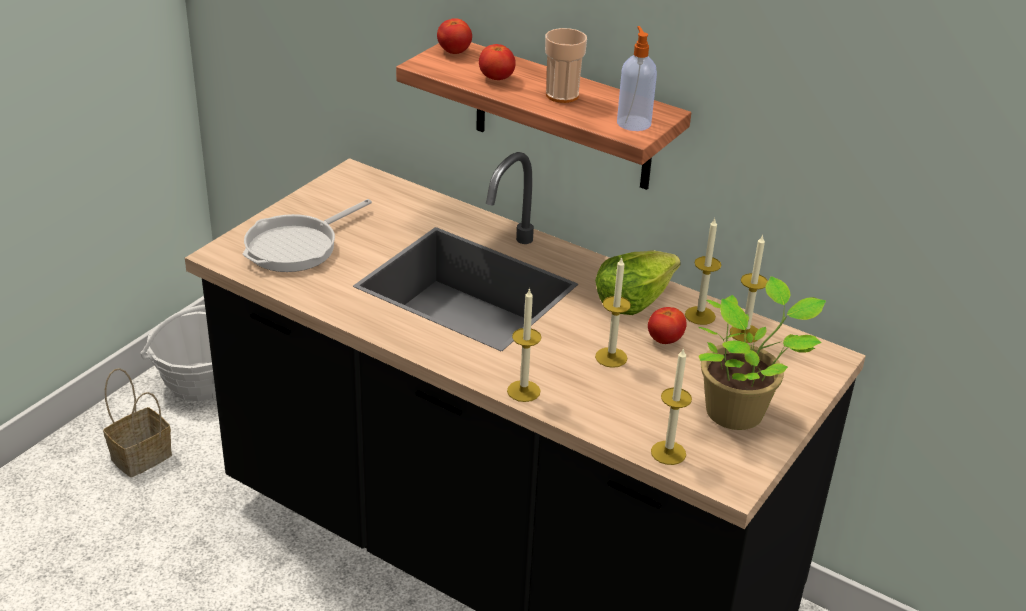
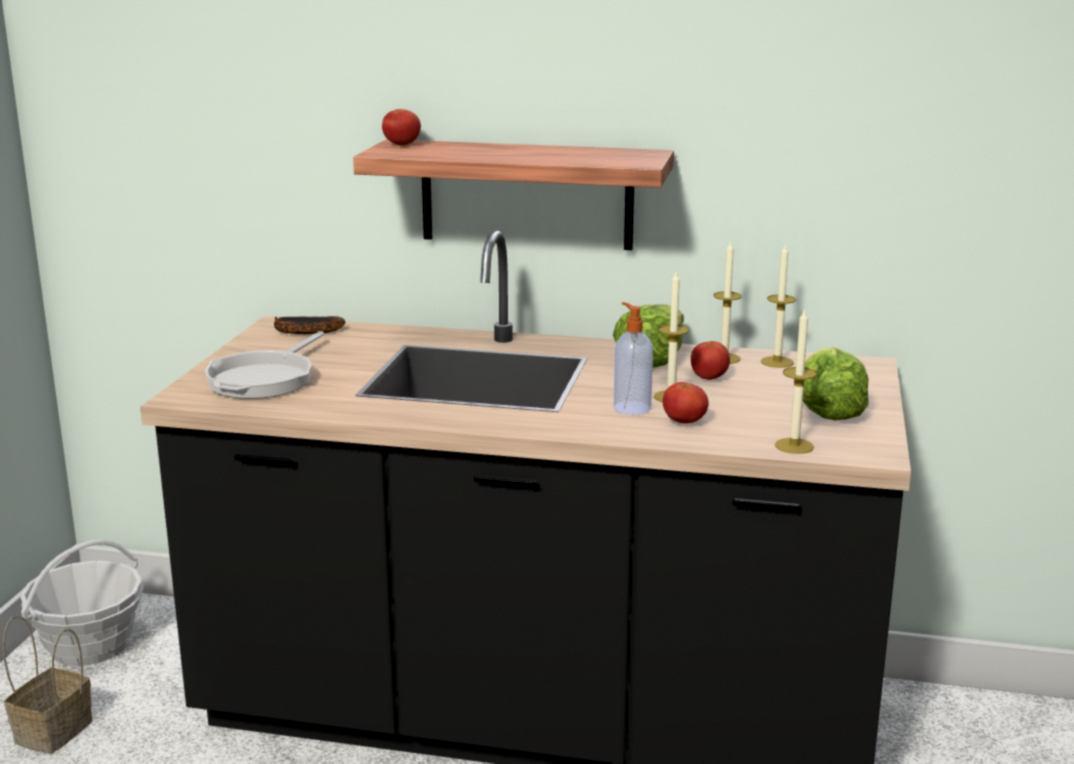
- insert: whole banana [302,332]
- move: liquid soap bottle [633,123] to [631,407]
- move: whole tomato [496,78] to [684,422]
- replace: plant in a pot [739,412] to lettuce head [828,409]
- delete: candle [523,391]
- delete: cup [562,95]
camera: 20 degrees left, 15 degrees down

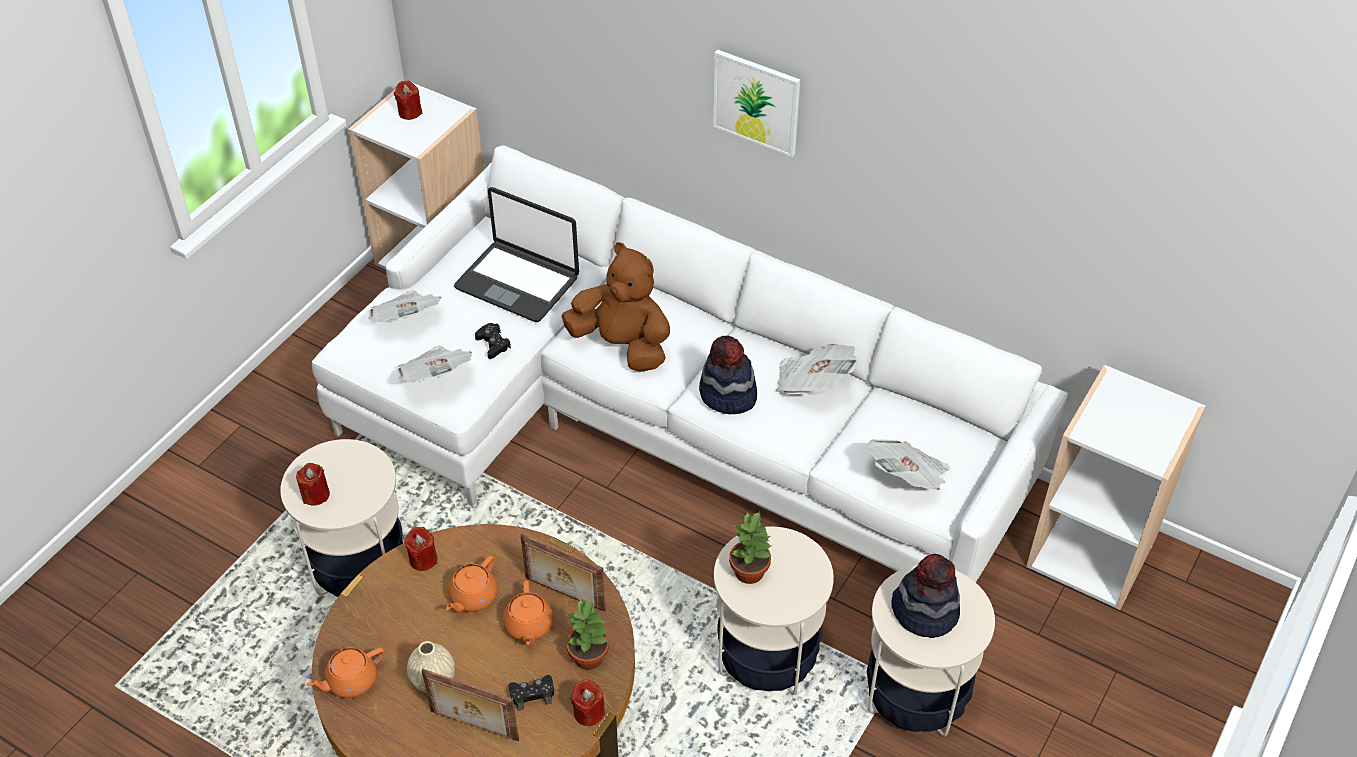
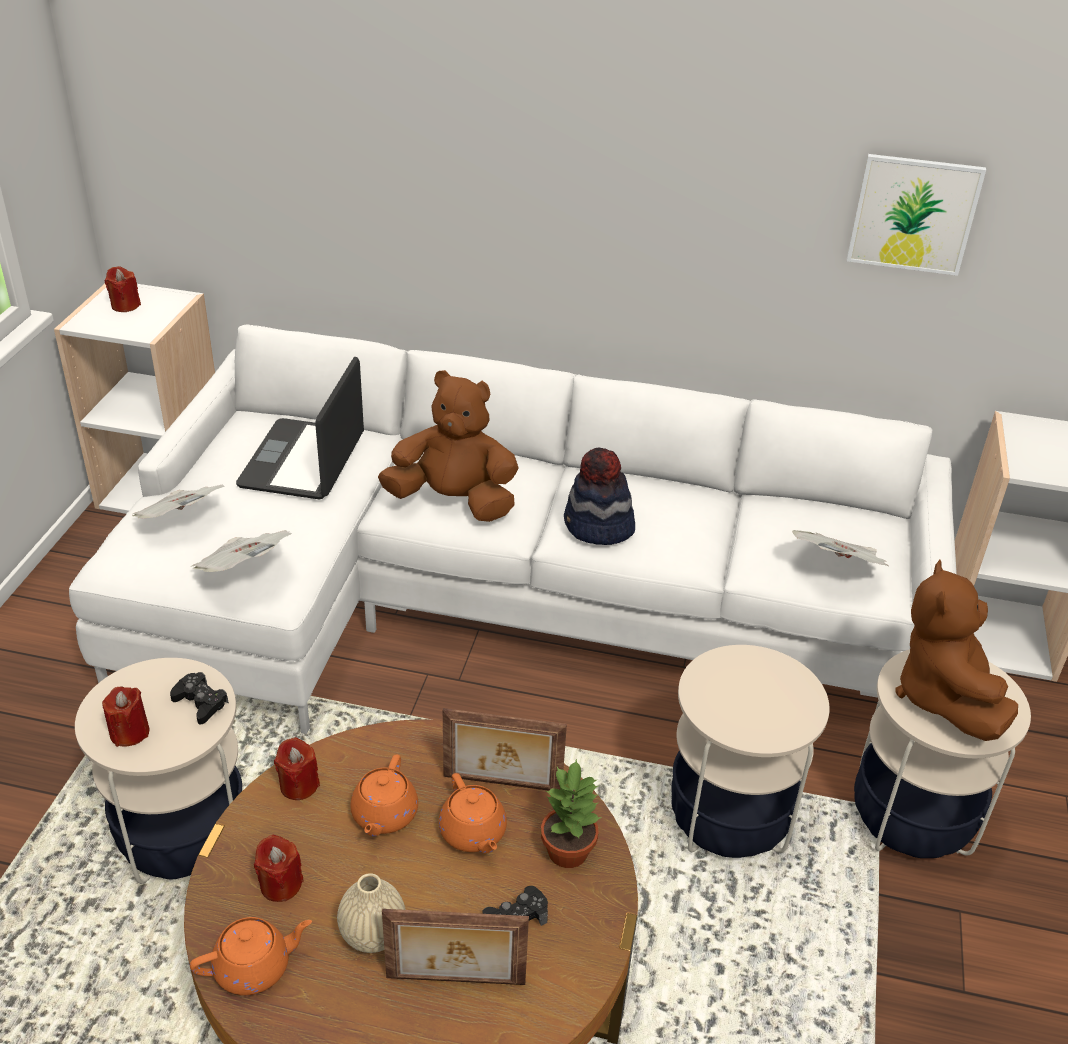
- move: game controller in black-coloured [493,344] to [200,702]
- rotate: tea pot in orange-coloured [350,681] = [254,967] 150 degrees counterclockwise
- rotate: laptop [518,282] = [304,461] 90 degrees clockwise
- move: candle in red-coloured [588,713] to [280,884]
- move: wall picture [756,102] to [913,214]
- replace: clothing hat [925,611] to soft toy in brown [943,697]
- delete: plant in a pot [750,572]
- delete: daily paper [813,383]
camera: 20 degrees left, 10 degrees down

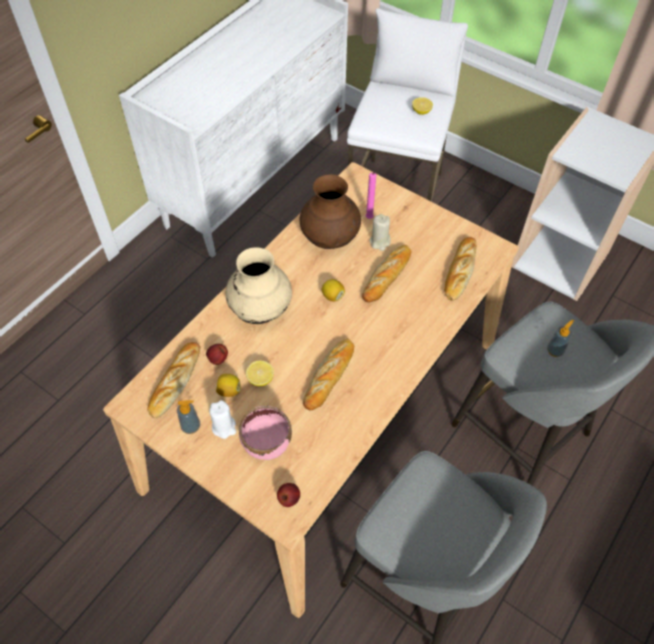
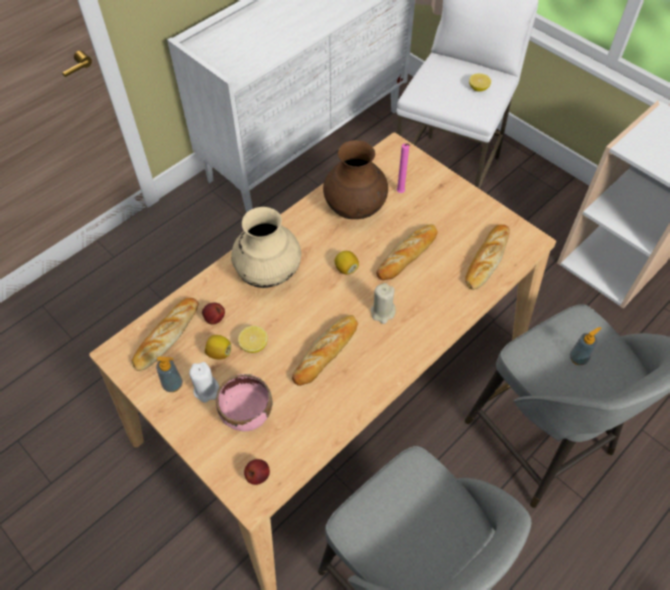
- move: candle in sand-coloured [380,242] to [382,312]
camera: 10 degrees right, 0 degrees up

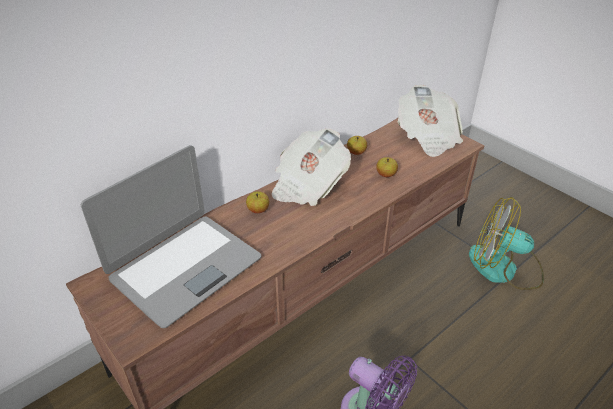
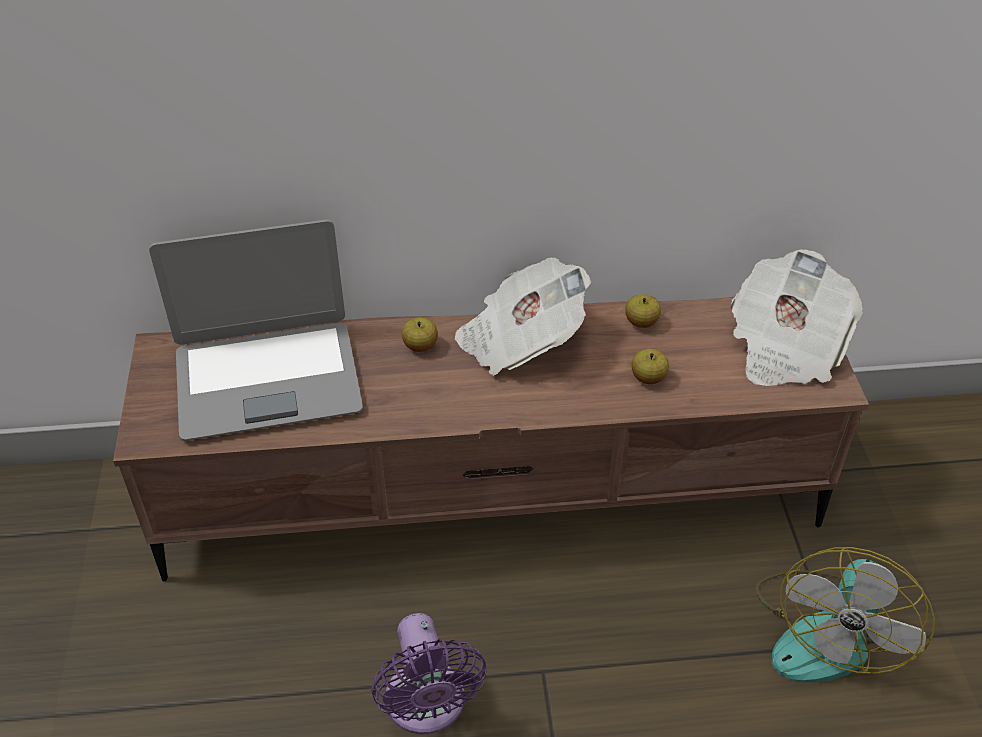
- rotate: fan [504,268] = [826,632] 120 degrees counterclockwise
camera: 35 degrees right, 5 degrees up

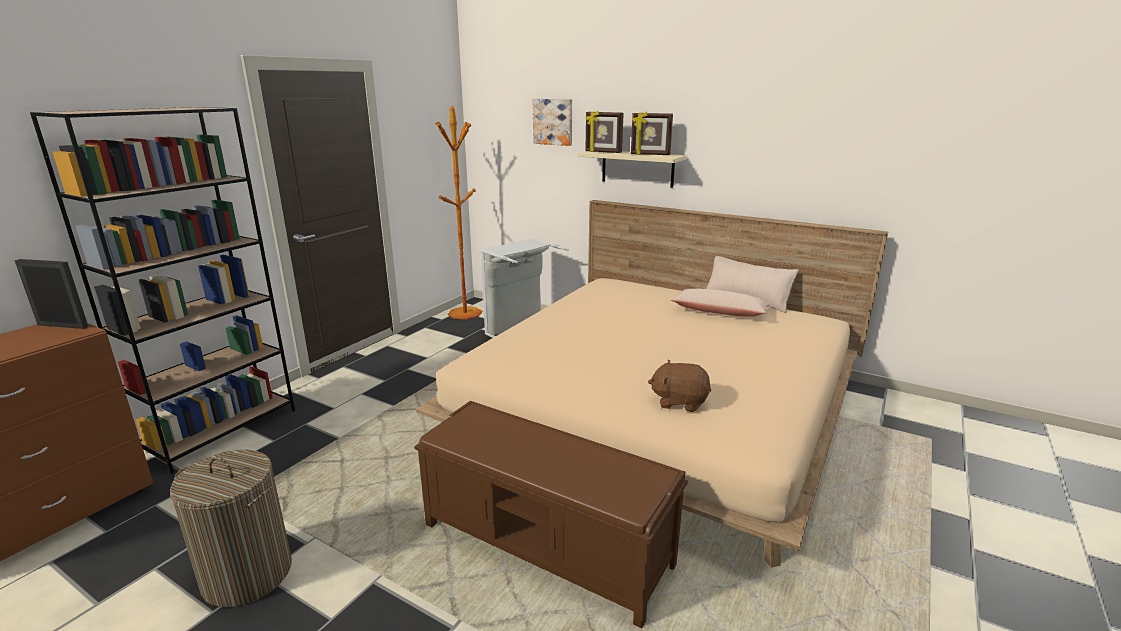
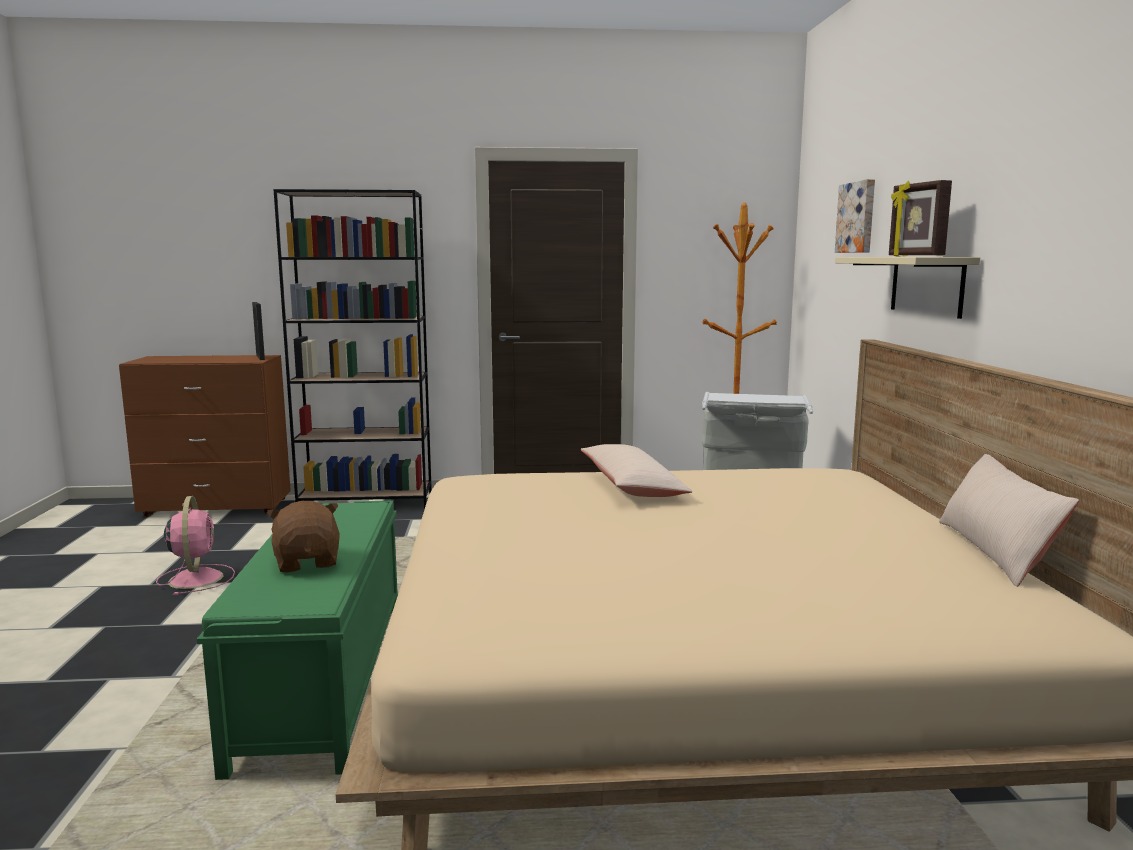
- replace: laundry basket [247,574] to fan in pinkish [196,578]
- recolor: long seat in brown [547,545] to long seat in green [324,682]
- move: soft toy in brown [679,401] to [308,562]
- move: cushion in sand-coloured [719,312] to [632,486]
- delete: picture frame [603,152]
camera: 55 degrees right, 10 degrees down

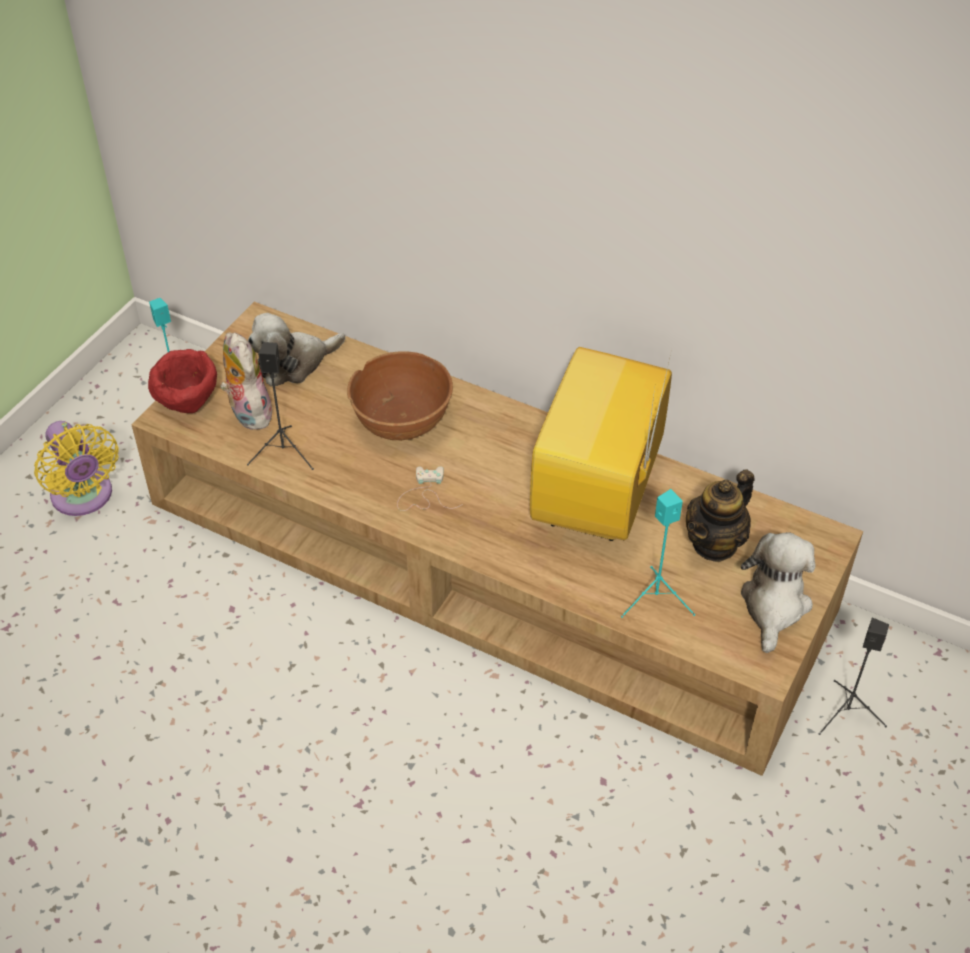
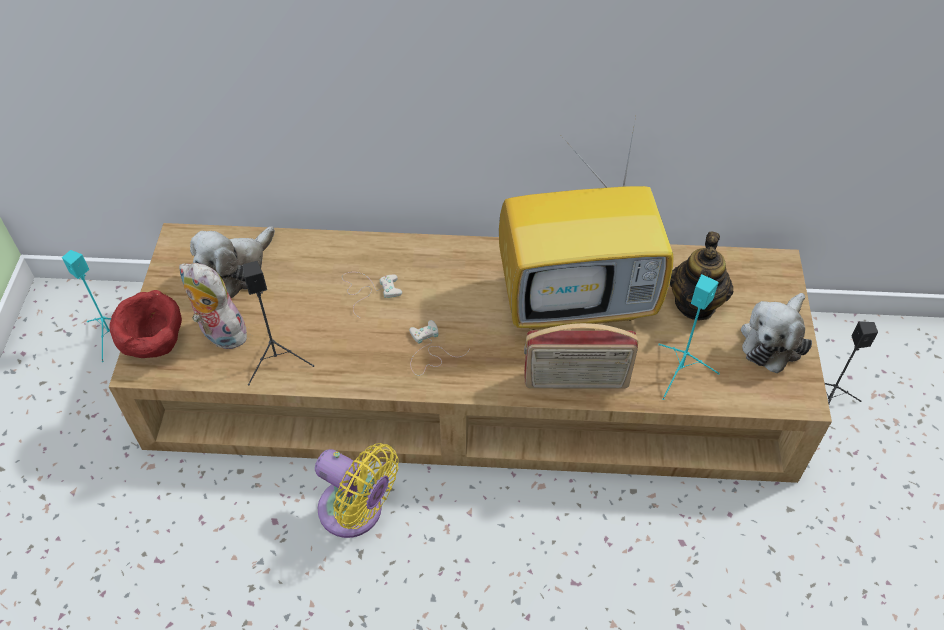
- move: fan in yellow-coloured [84,498] to [356,512]
- replace: deep dish in brown [402,421] to game controller in whitish [368,289]
- rotate: television [598,498] = [579,298] 90 degrees counterclockwise
- insert: radio set [576,381]
- rotate: soft toy [774,605] = [773,340] 135 degrees counterclockwise
camera: 25 degrees left, 5 degrees up

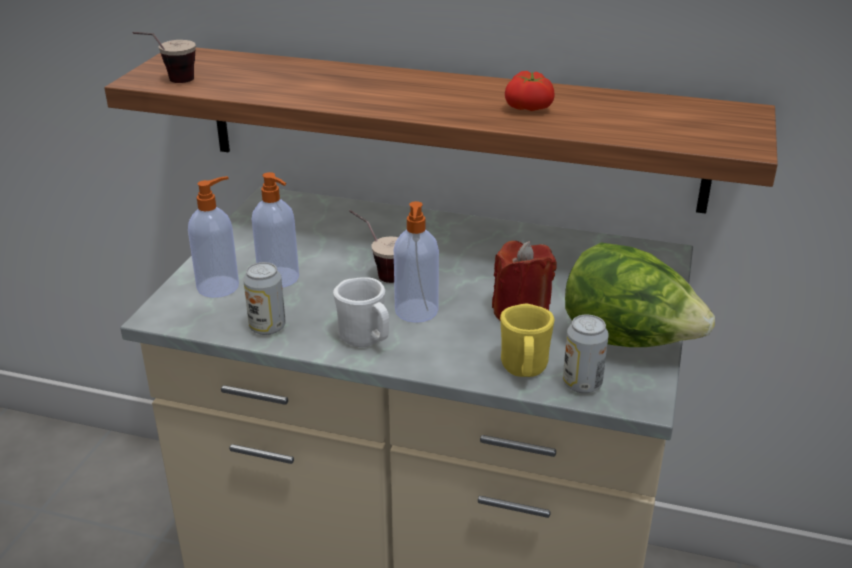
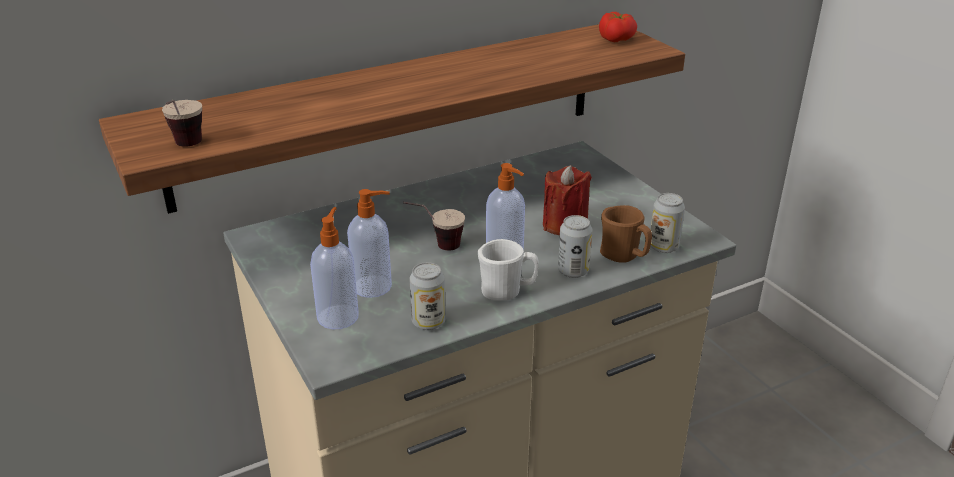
- insert: metal can [573,271]
- move: whole tomato [530,108] to [617,39]
- recolor: coffee mug in yellow-coloured [524,370] to coffee mug in brown [624,256]
- delete: lettuce head [628,341]
camera: 45 degrees left, 0 degrees up

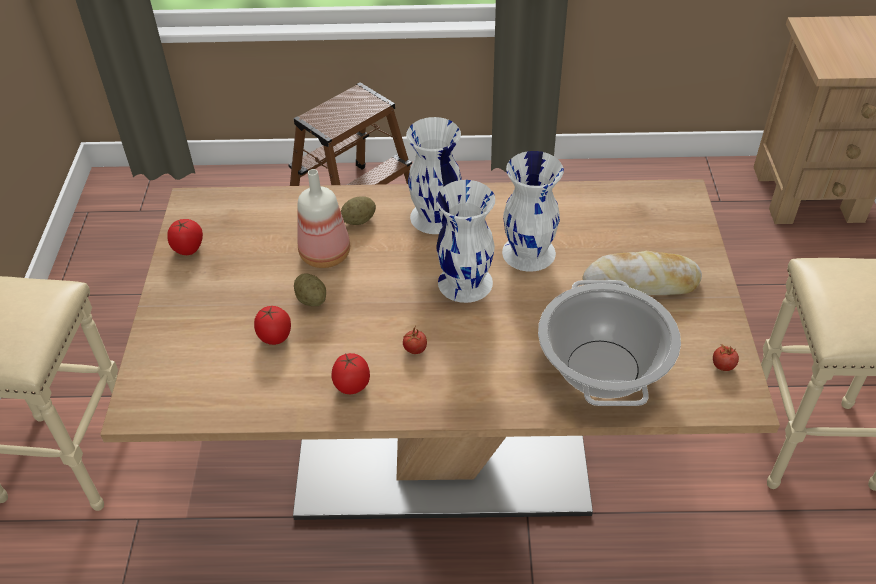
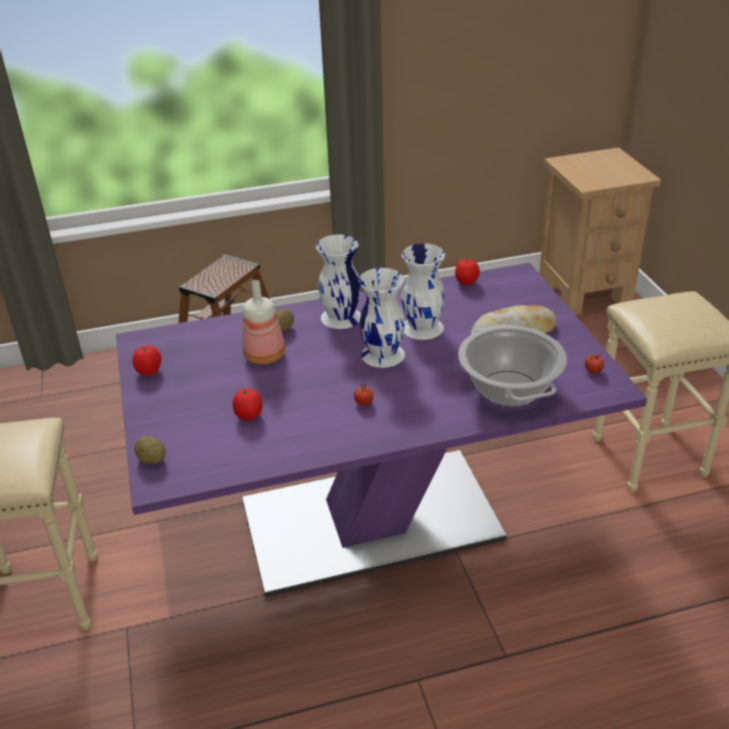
- recolor: dining table in brown [442,450] to dining table in purple-coloured [370,520]
- move: spud [311,300] to [152,460]
- move: whole tomato [351,386] to [466,283]
camera: 15 degrees left, 10 degrees down

